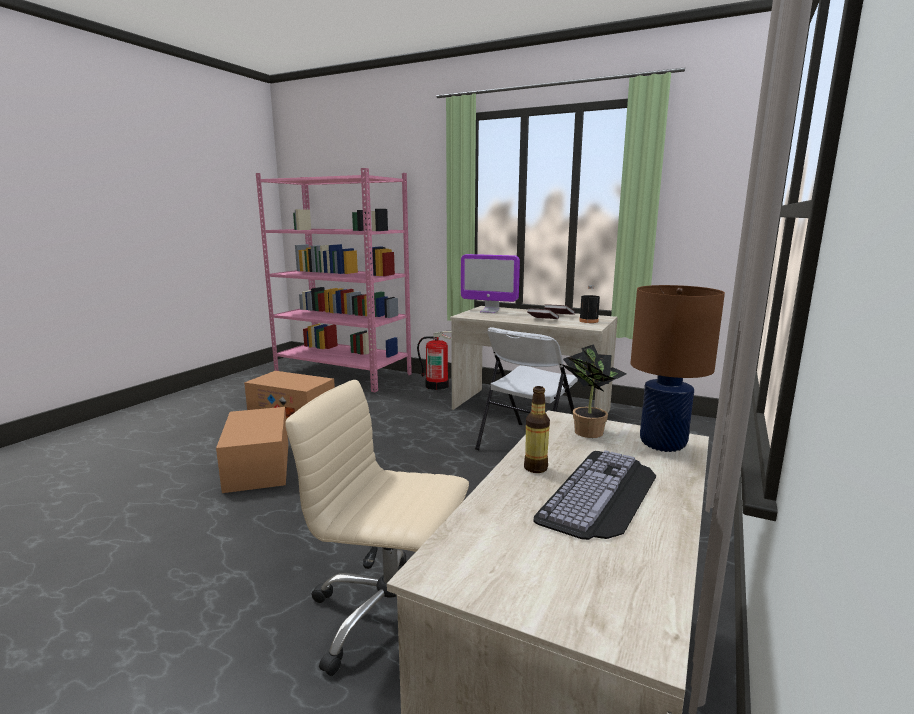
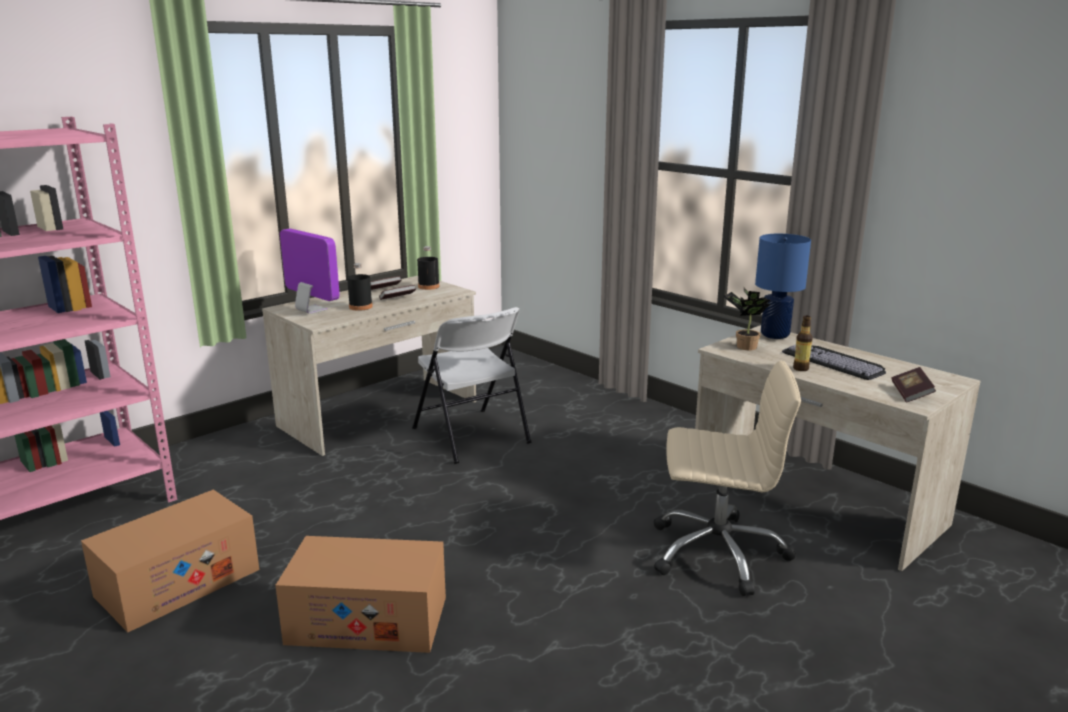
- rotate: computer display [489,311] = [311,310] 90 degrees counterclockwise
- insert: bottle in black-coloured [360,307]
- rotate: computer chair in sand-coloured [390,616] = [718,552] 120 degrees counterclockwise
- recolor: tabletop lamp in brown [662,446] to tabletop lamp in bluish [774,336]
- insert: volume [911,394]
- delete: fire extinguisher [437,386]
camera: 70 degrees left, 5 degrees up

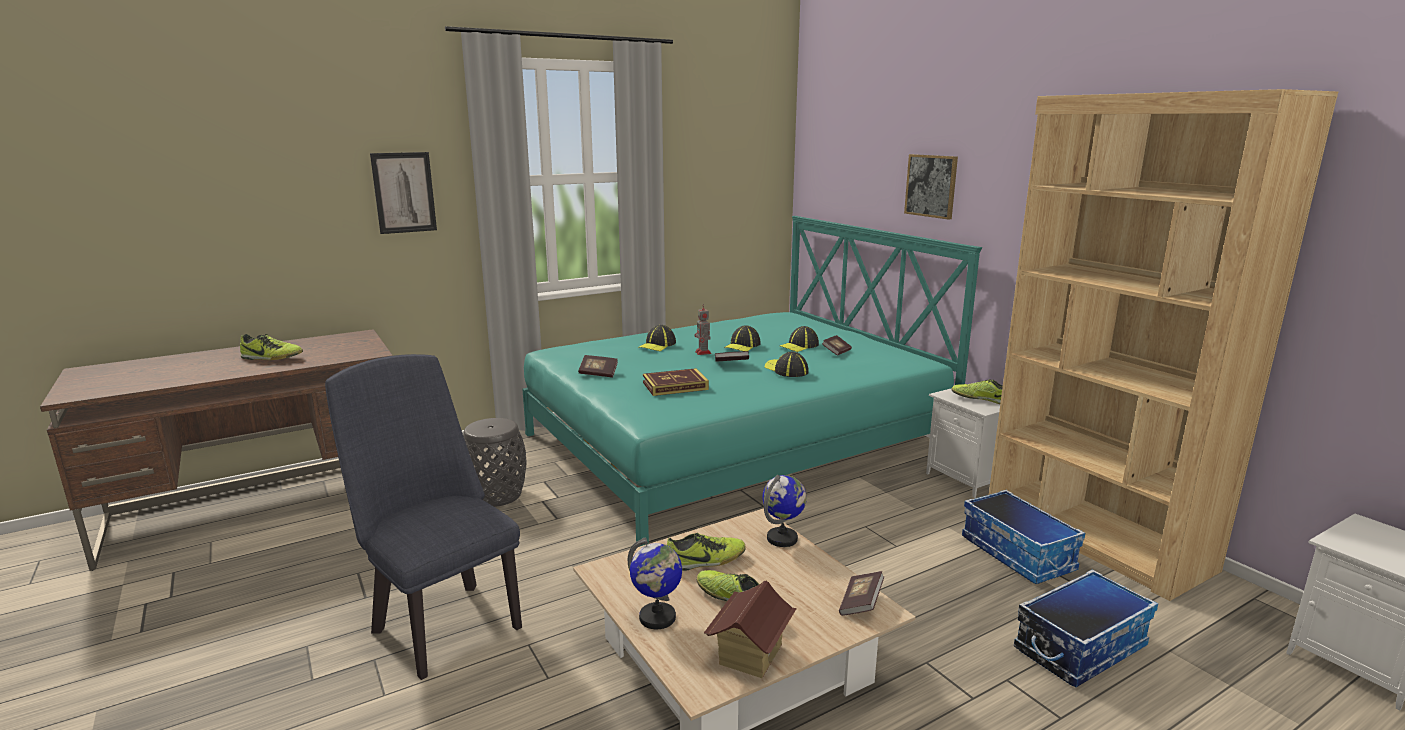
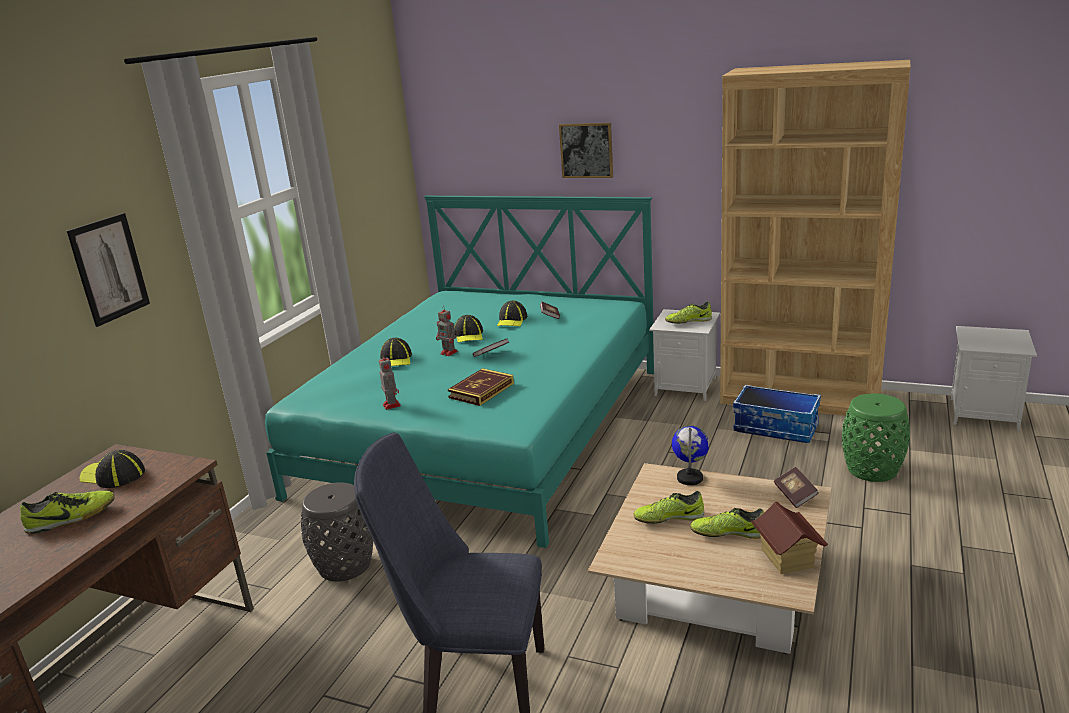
- move: peaked cap [786,370] to [113,475]
- replace: volume [598,374] to toy robot [391,405]
- rotate: item of footwear [705,561] = [668,518] 135 degrees counterclockwise
- replace: storage container [1079,647] to stool in green [872,469]
- delete: globe [657,618]
camera: 35 degrees left, 5 degrees up

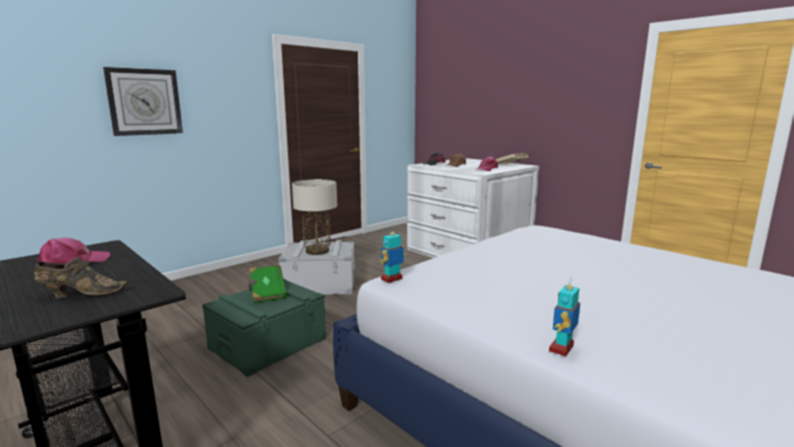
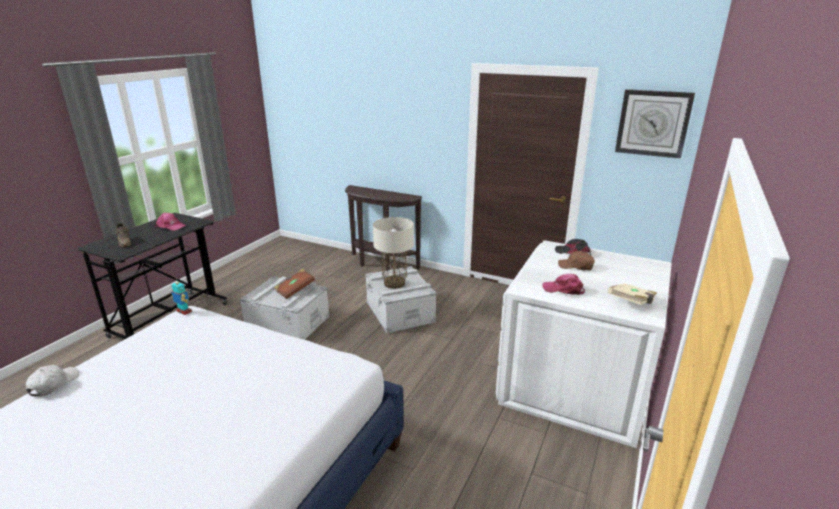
- replace: toy robot [562,348] to peaked cap in whitish [53,384]
- recolor: storage container in green [268,343] to storage container in greyish [288,322]
- recolor: volume in green [267,293] to volume in brown [295,290]
- insert: console table in brown [380,264]
- move: hanging clock [144,102] to [653,123]
camera: 70 degrees right, 10 degrees up

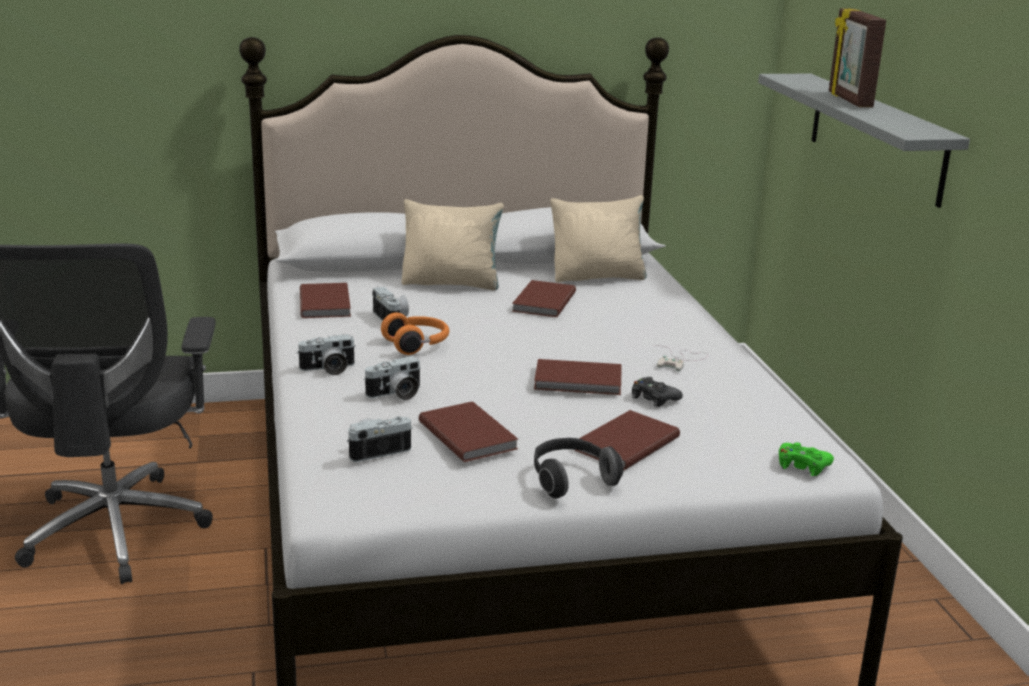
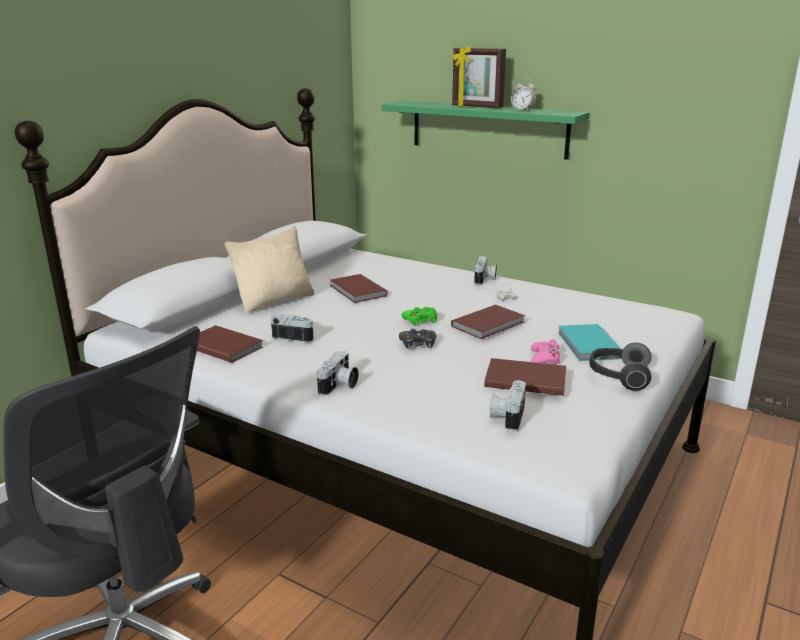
- recolor: wall shelf in greyish [875,136] to wall shelf in green [488,129]
- move: game controller in black-coloured [653,398] to [418,344]
- move: game controller in green [802,465] to [421,321]
- move: still camera [396,394] to [485,279]
- insert: alarm clock [522,110]
- insert: game controller in pinkish [544,359]
- recolor: volume in brown [624,443] to volume in turquoise [588,345]
- delete: pair of headphones in orange-coloured [417,344]
- delete: cushion in sand-coloured [597,277]
camera: 45 degrees left, 0 degrees up

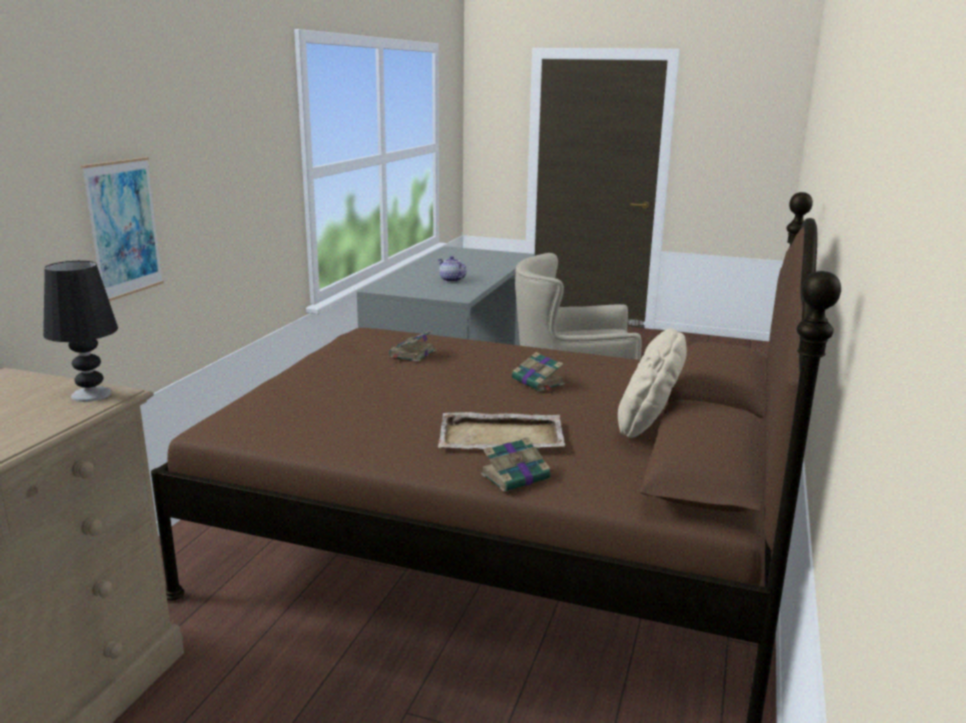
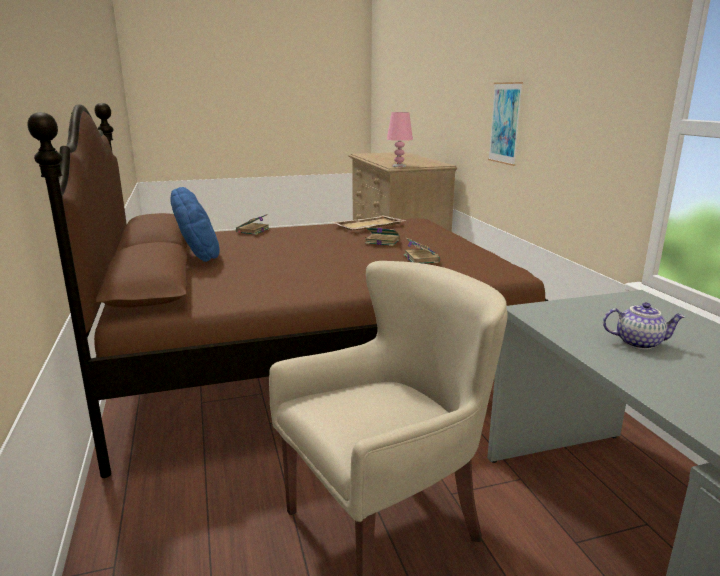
- recolor: cushion in sand-coloured [647,429] to cushion in bluish [198,258]
- move: tray in sand-coloured [502,436] to [368,225]
- move: volume [538,382] to [381,241]
- recolor: tabletop lamp in black-coloured [92,394] to tabletop lamp in pinkish [399,166]
camera: 145 degrees right, 0 degrees up

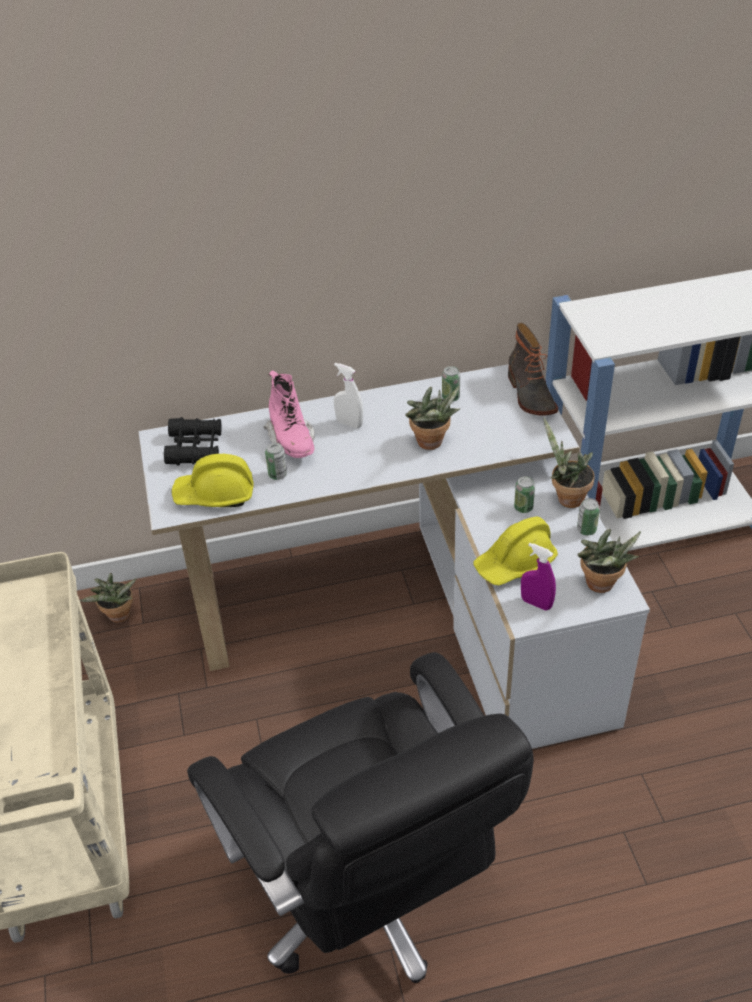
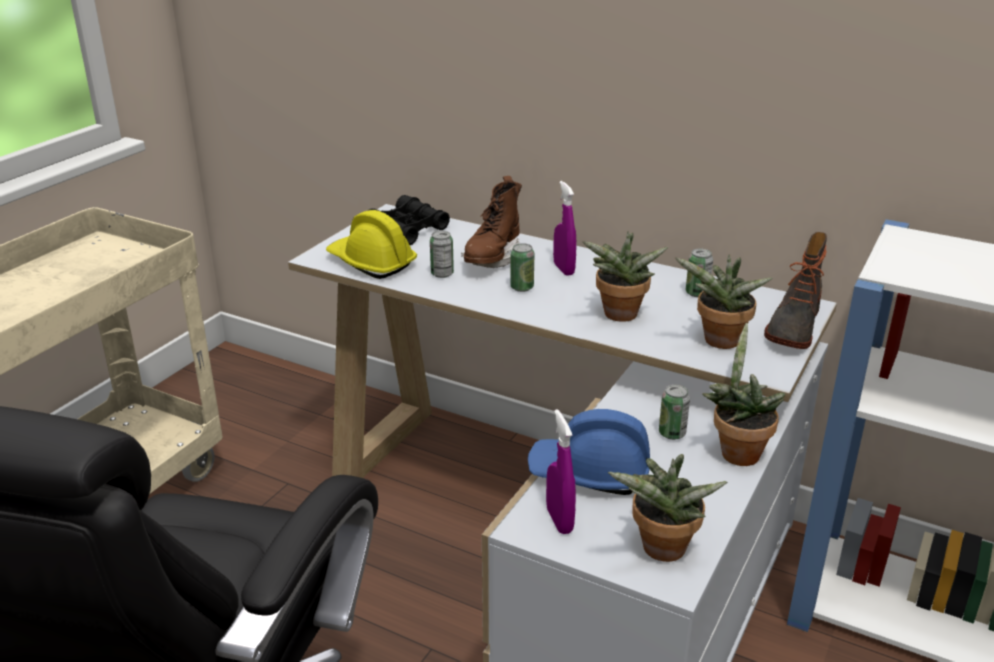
- recolor: tall boot in pinkish [292,441] to tall boot in brown [492,258]
- move: metal can [586,530] to [522,287]
- recolor: hard hat in yellow-coloured [515,563] to hard hat in bluish [589,473]
- recolor: hand sprayer in whitish [349,423] to hand sprayer in purple-coloured [563,269]
- move: plant in a pot [119,617] to [719,343]
camera: 40 degrees right, 15 degrees down

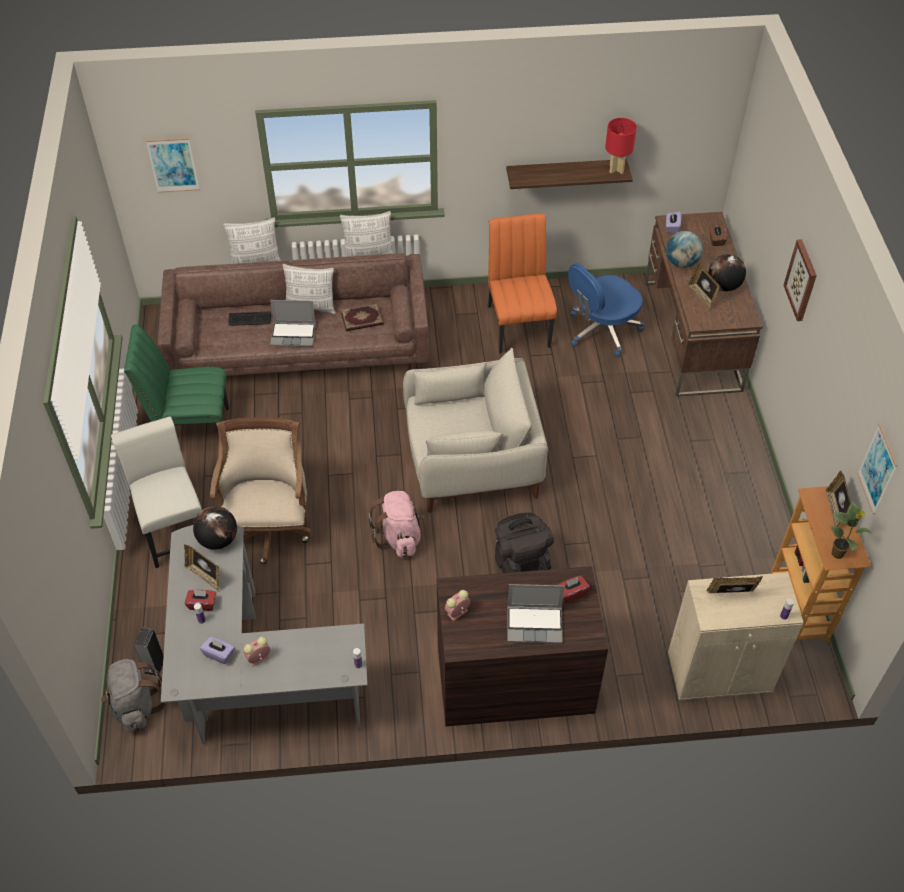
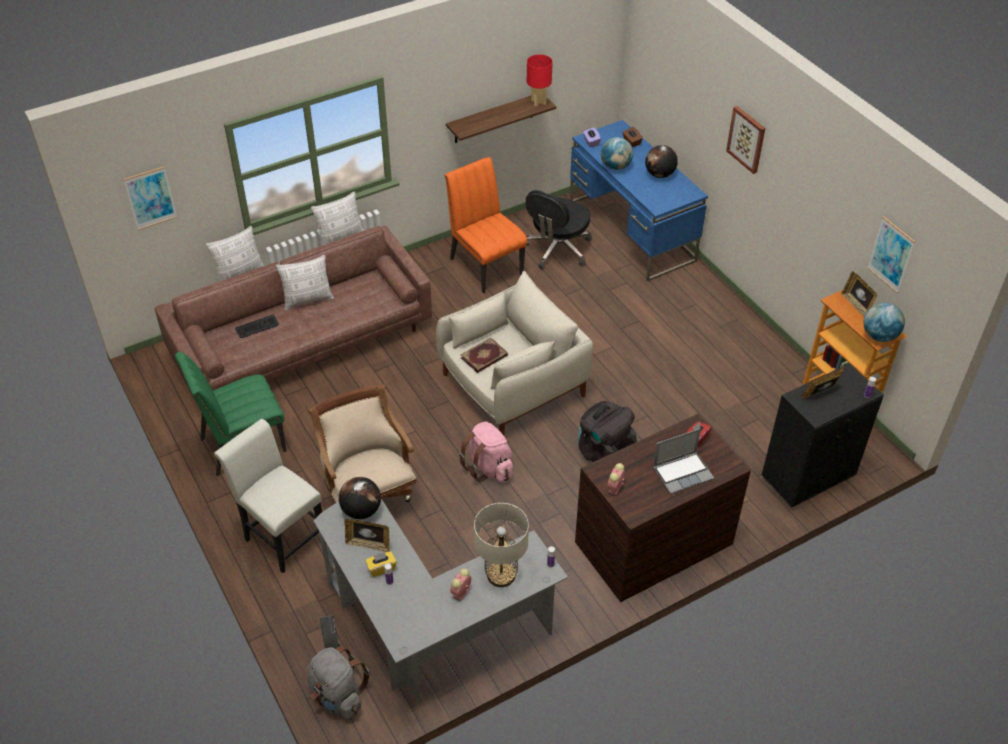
- recolor: box of tissues in red-coloured [202,604] to box of tissues in yellow-coloured [381,568]
- move: volume [362,319] to [484,357]
- insert: tabletop lamp [501,575]
- recolor: computer chair in bluish [602,331] to computer chair in black-coloured [557,250]
- recolor: desk in brown [692,336] to desk in bluish [631,232]
- recolor: storage cabinet in sand-coloured [717,676] to storage cabinet in black-coloured [807,479]
- replace: plant in a pot [838,554] to globe [879,336]
- delete: box of tissues in purple-coloured [219,654]
- delete: laptop [294,334]
- delete: picture frame [702,296]
camera: 25 degrees left, 5 degrees down

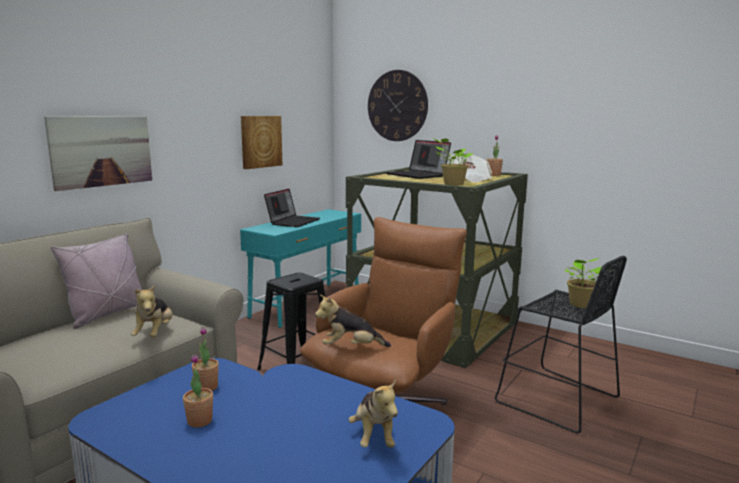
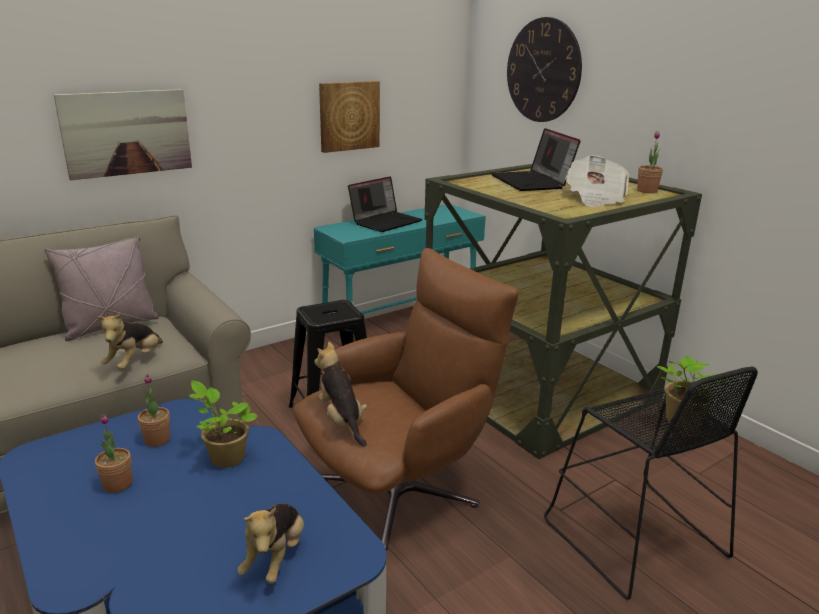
- move: plant in a pot [452,184] to [225,457]
- rotate: soft toy [351,347] = [342,420] 45 degrees clockwise
camera: 20 degrees right, 10 degrees up

